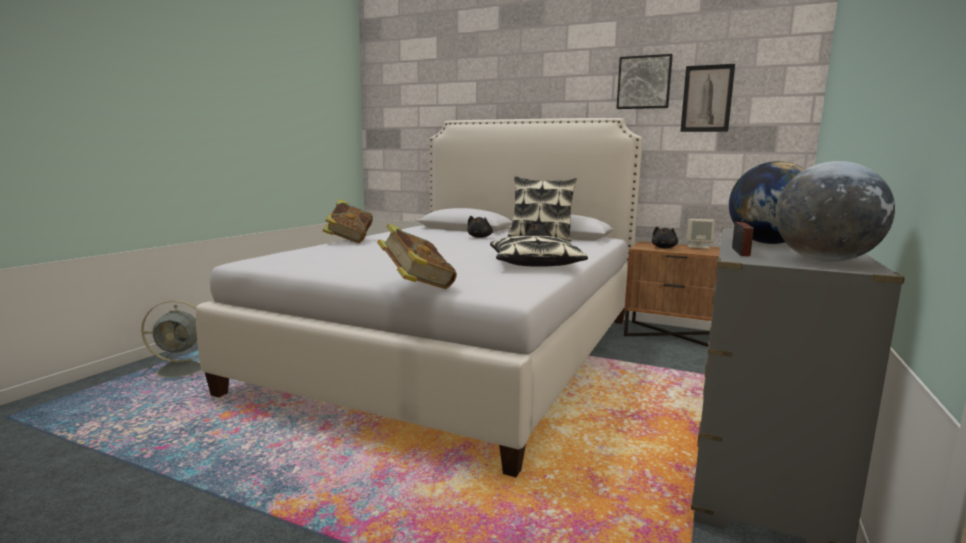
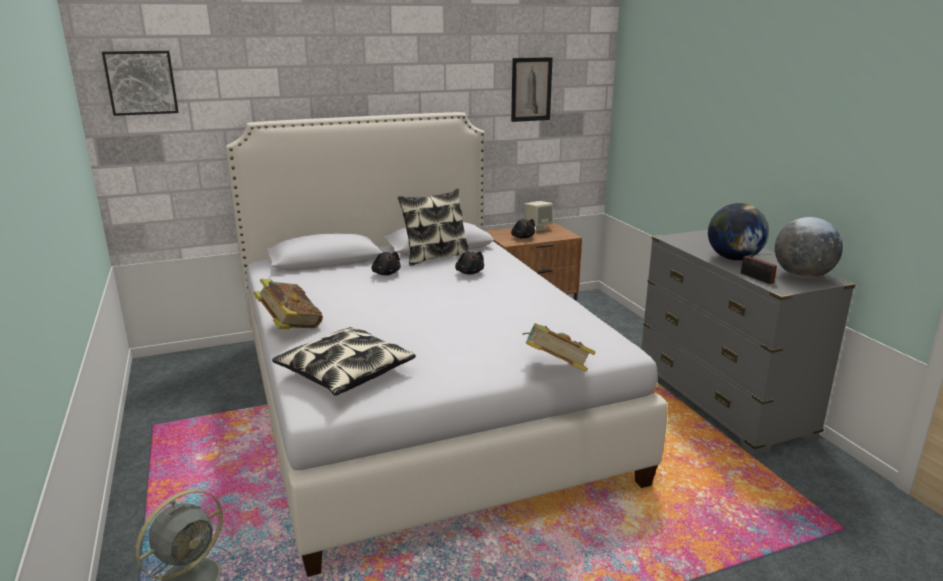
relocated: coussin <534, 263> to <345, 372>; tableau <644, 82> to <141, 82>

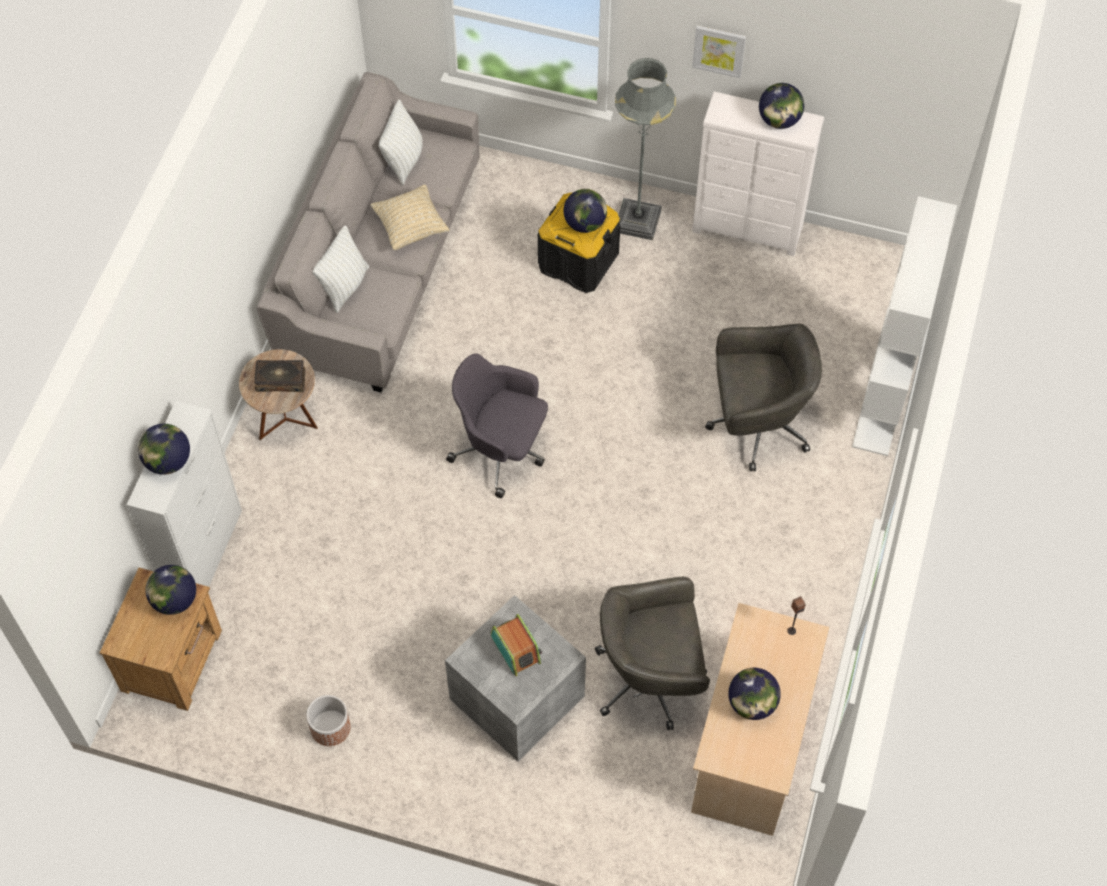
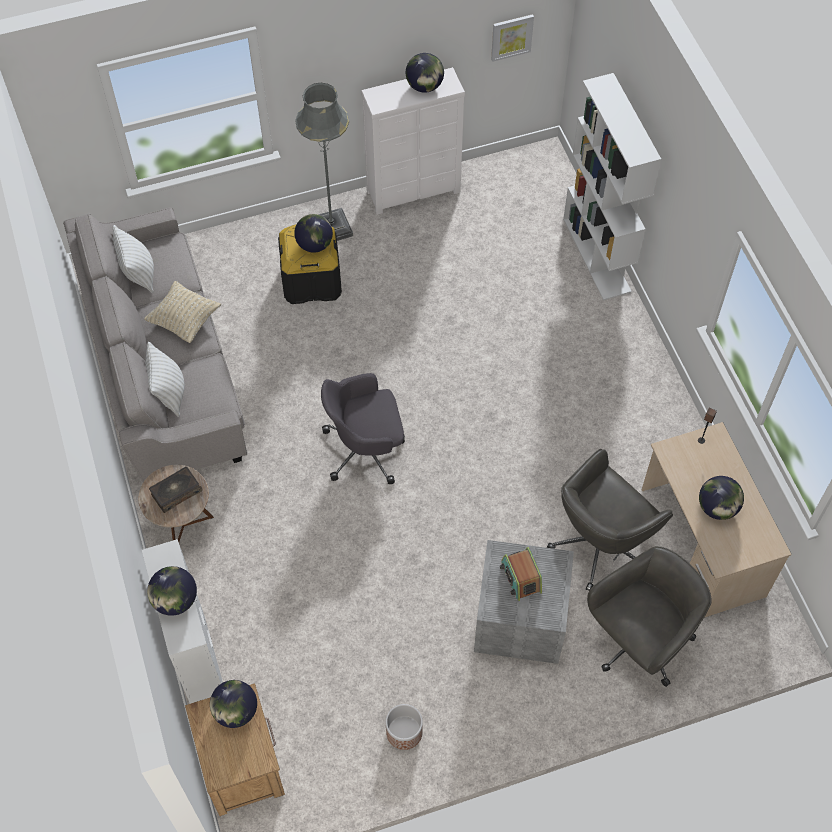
relocated: tableau <719, 50> to <511, 37>; chaise de bureau (gris) <756, 425> to <639, 641>
spun: radio <516, 649> = <520, 577> 135 degrees counterclockwise

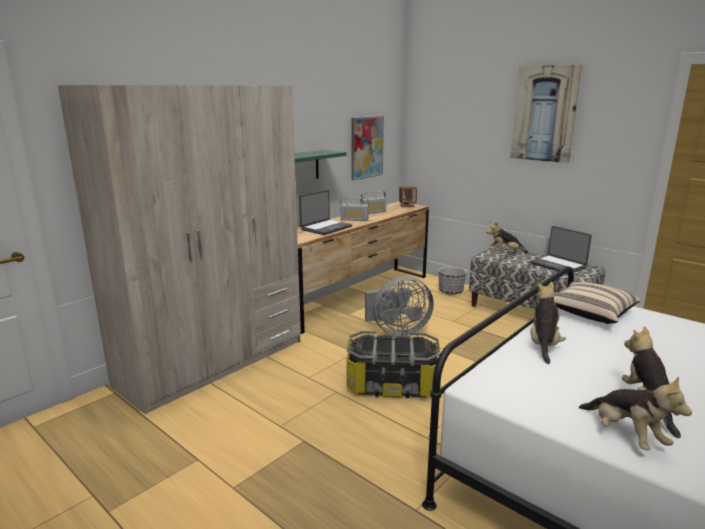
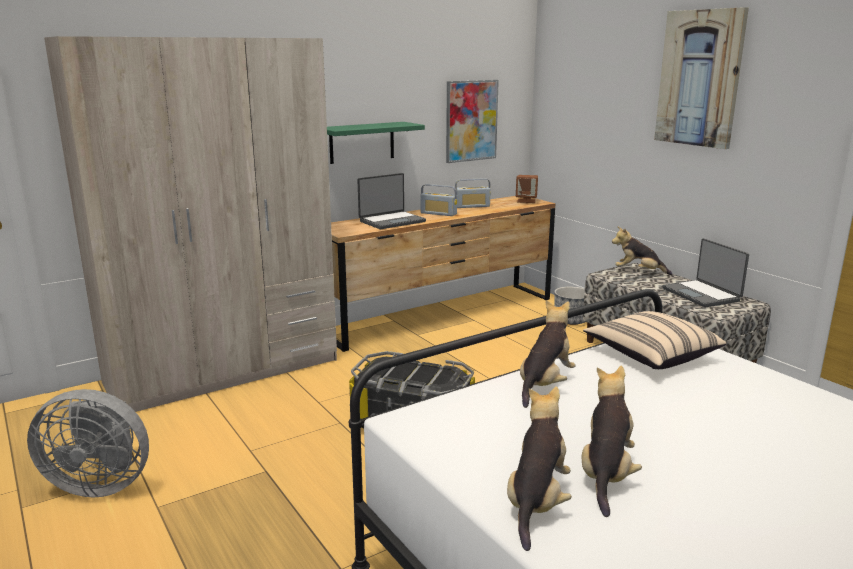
relocated: ventilateur (gris) <397, 331> to <100, 484>
spun: peluche <625, 435> = <537, 502> 150 degrees counterclockwise

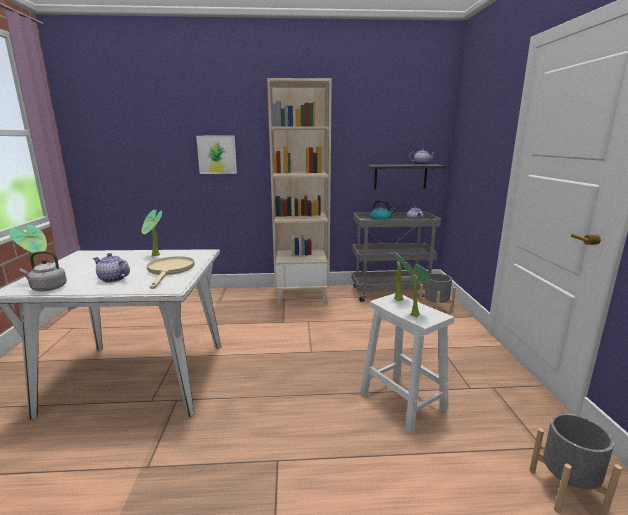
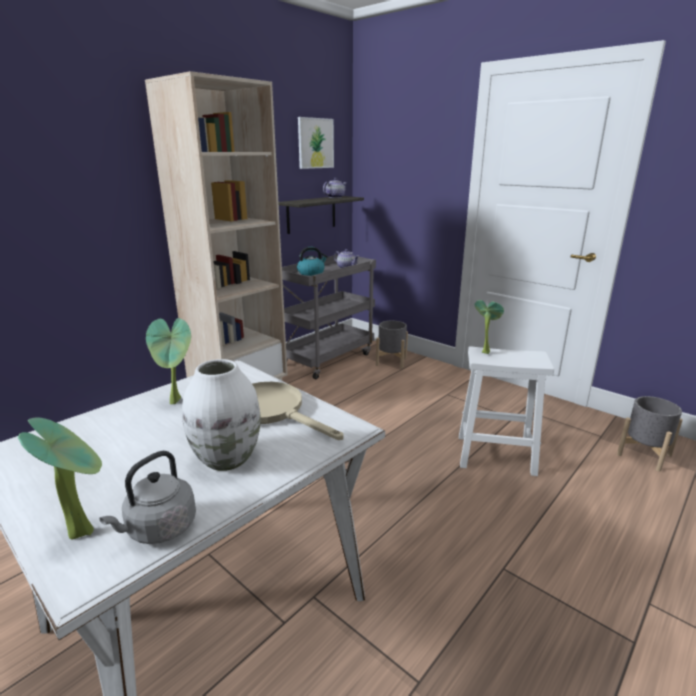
missing: plante en pot <414, 314>
relocated: tableau <217, 154> to <315, 143>
exchanged: théière <112, 279> to vase (blanc) <227, 459>

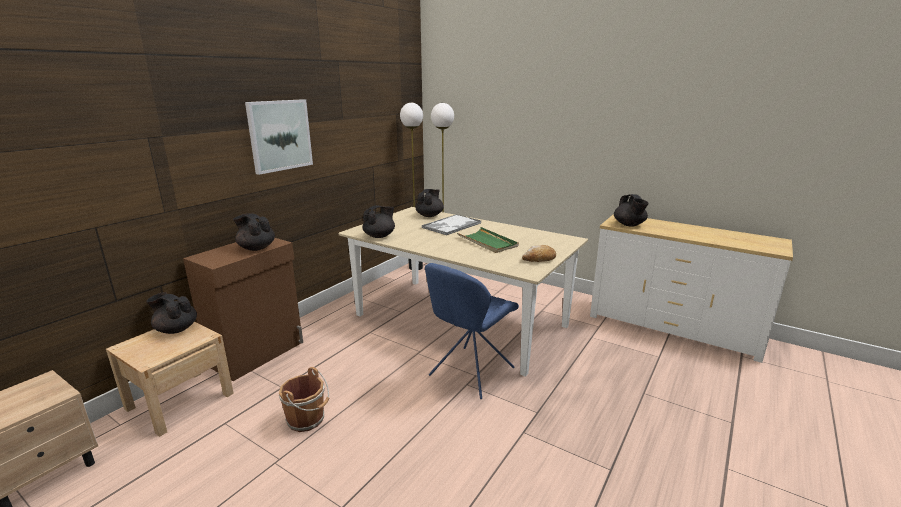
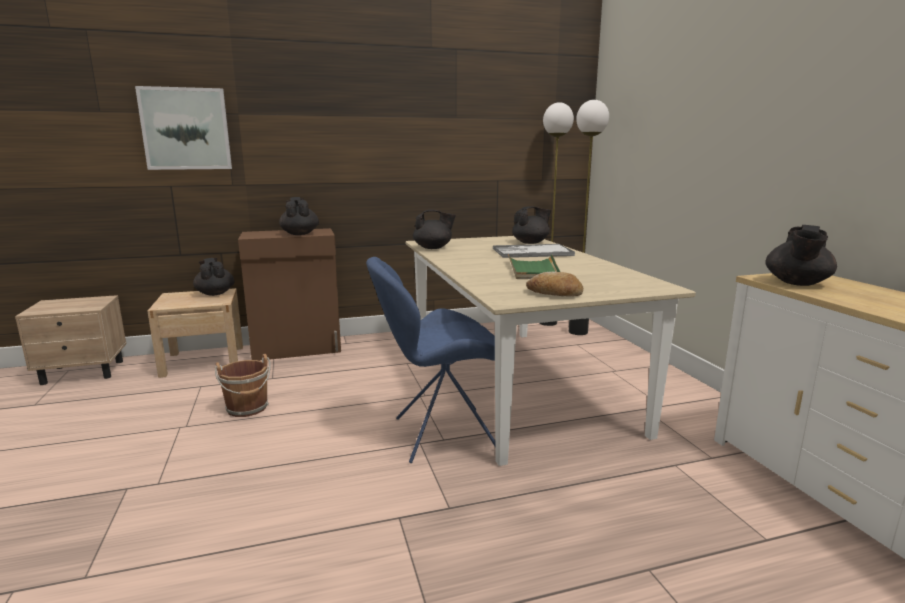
relocated: tableau <279, 135> to <186, 129>

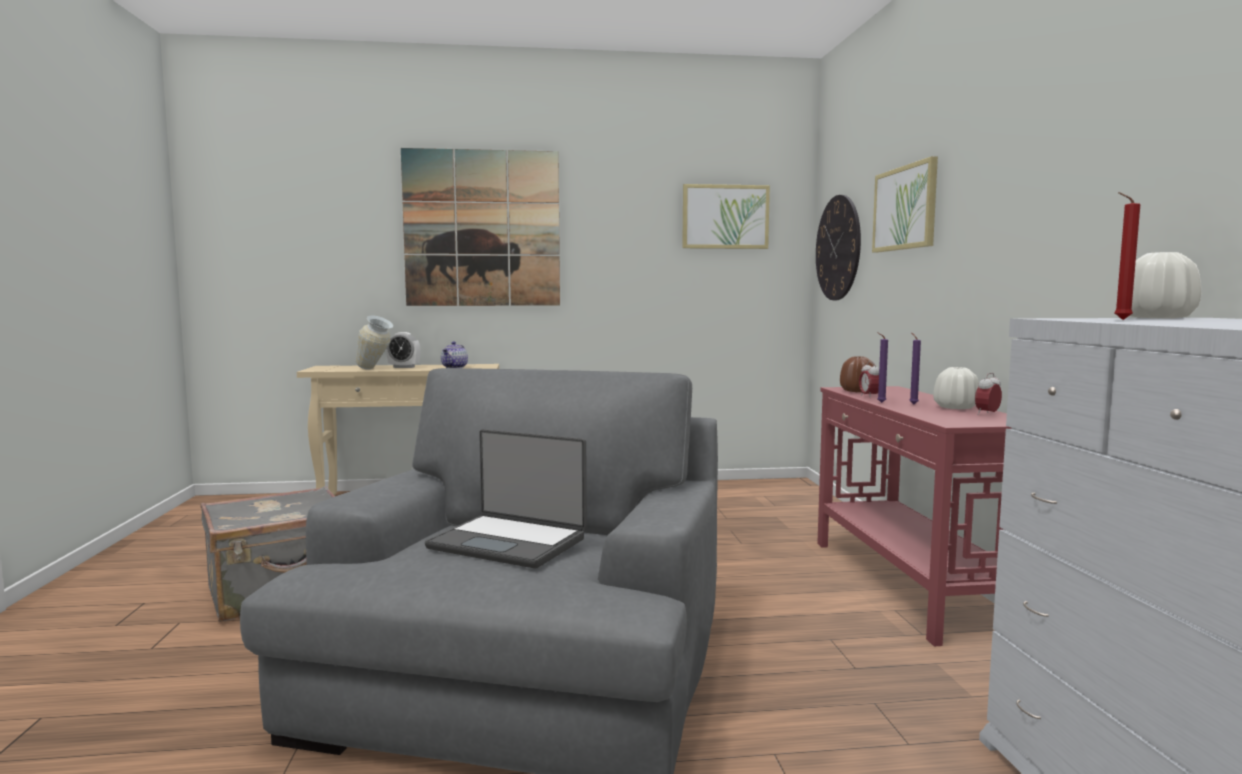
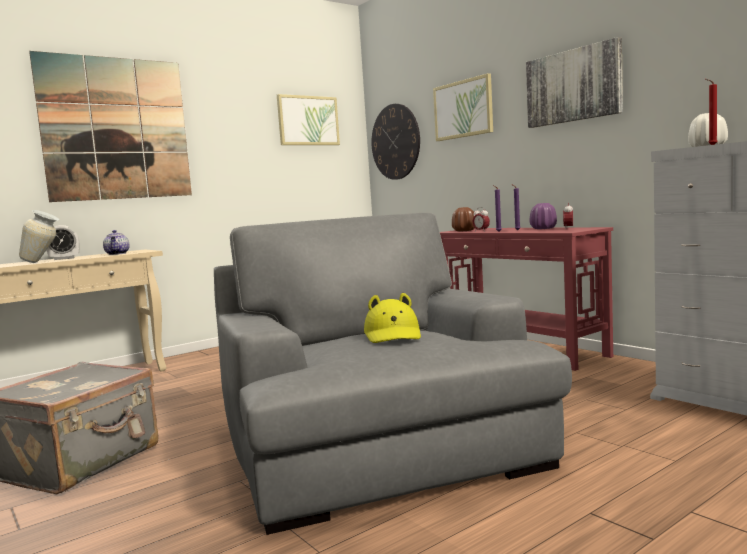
appeared: tableau <573, 86>
exchanged: ordinateur portable <509, 542> to chapeau (jaune) <393, 335>
colour: vase (blanc) <955, 408> to vase (violet) <543, 228>

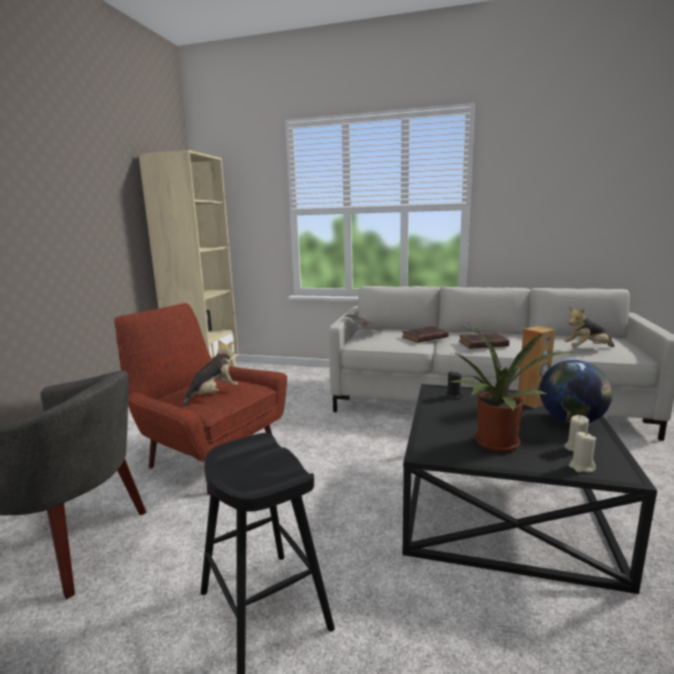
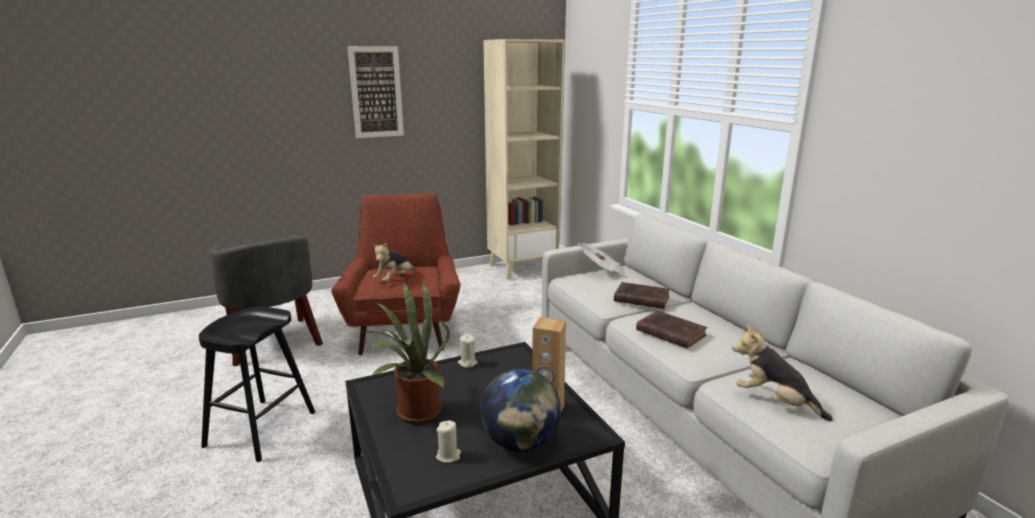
missing: bougie (noir) <453, 396>
appeared: tableau <376, 92>
relocated: bougie (beige) <581, 467> to <467, 363>
spun: peluche <213, 395> = <394, 279> 120 degrees clockwise

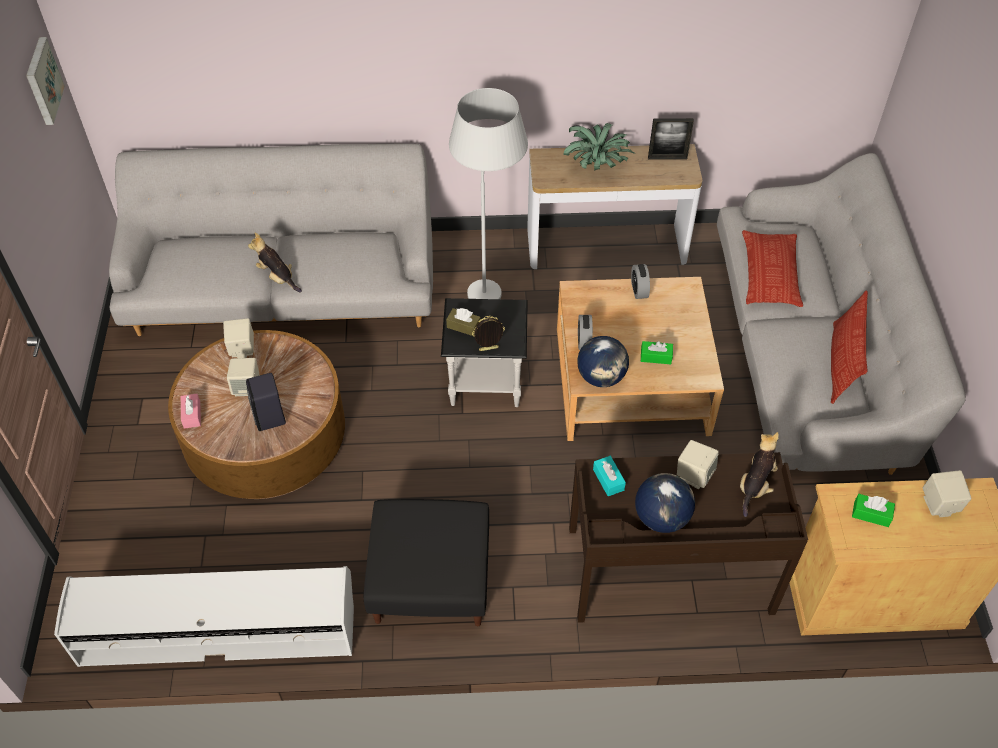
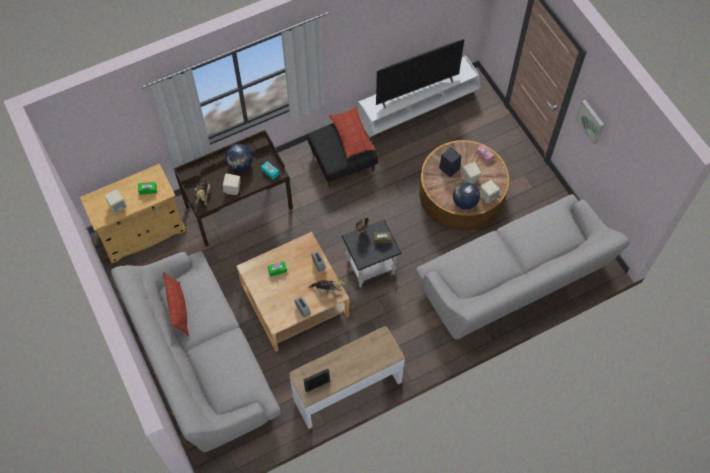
missing: lampadaire (blanc) <489, 281>; plante en pot <596, 166>
appeared: téléviseur <416, 91>
relocated: tableau <42, 81> to <591, 121>; peluche <277, 277> to <327, 291>; globe <601, 377> to <464, 202>; coussin <770, 274> to <352, 135>

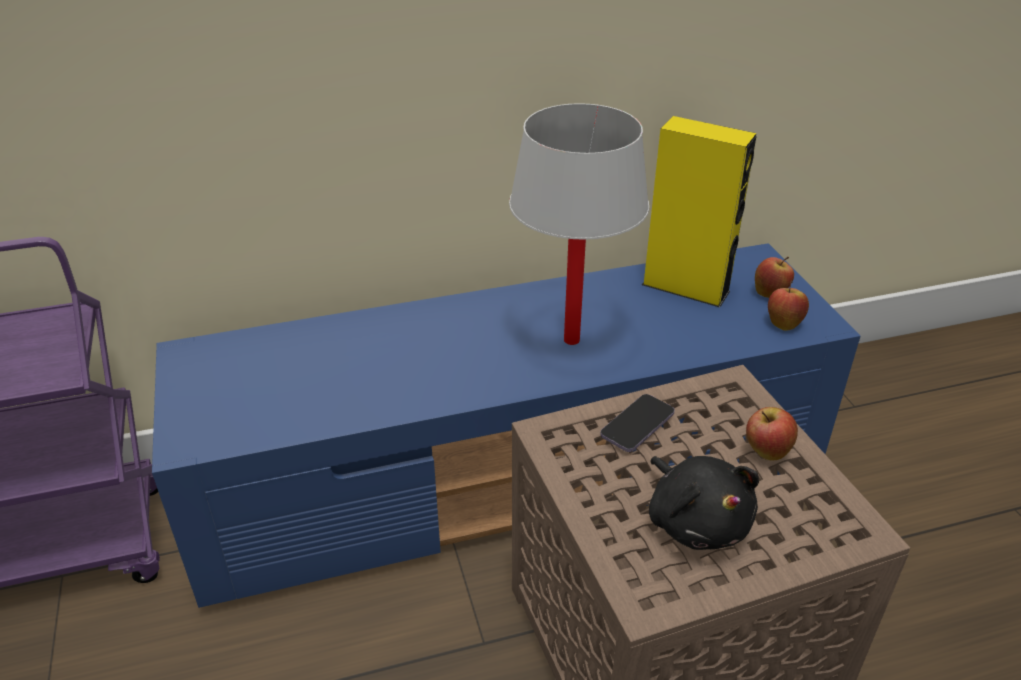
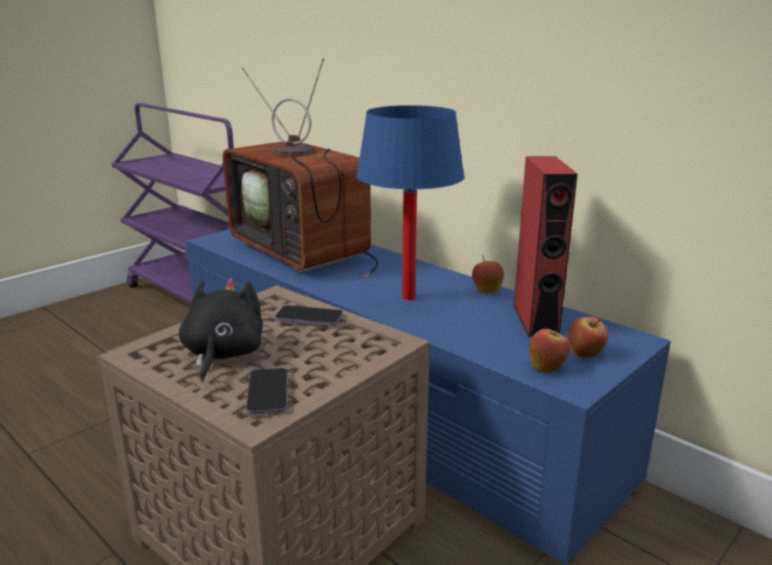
appeared: téléviseur <305, 252>; téléphone <268, 393>
relocated: pomme <766, 452> to <486, 291>
colour: lampe de table (blanc) <571, 340> to lampe de table (bleu) <408, 297>; enceinte (jaune) <685, 288> to enceinte (rouge) <535, 320>
spun: peluche (noir) <696, 521> = <222, 355> 150 degrees clockwise

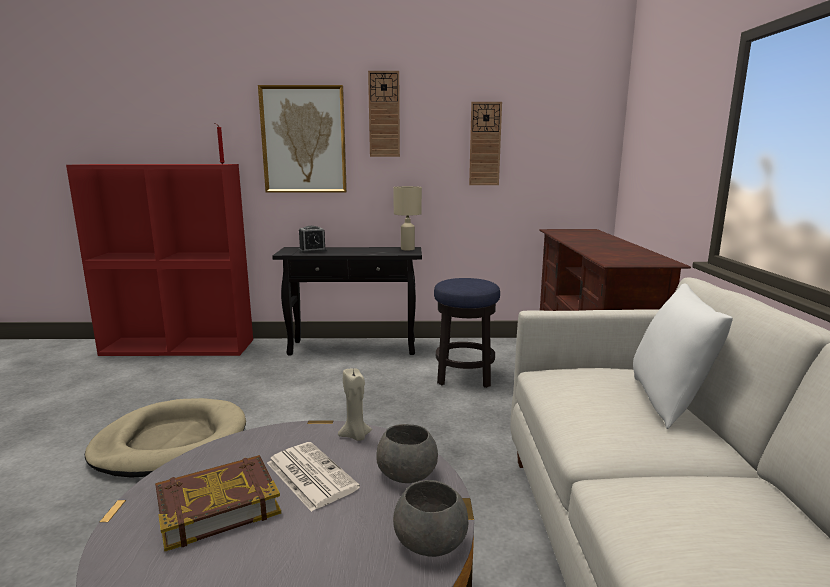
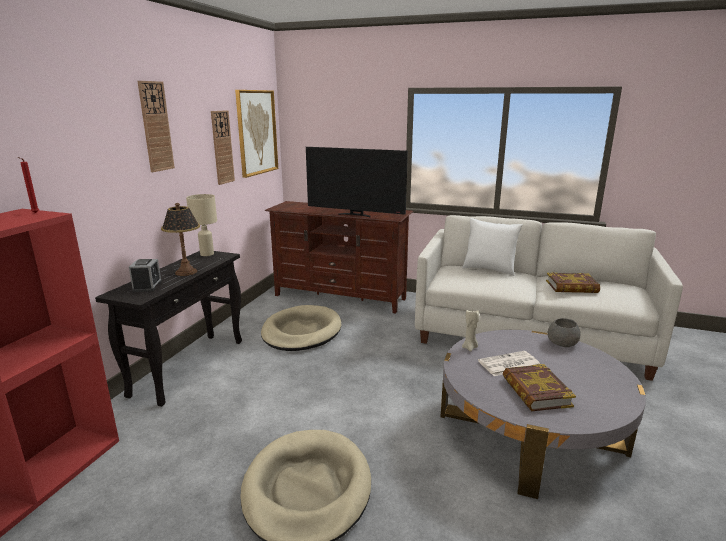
missing: bol (gris) <405, 473>
appeared: lampe de table <186, 272>; téléviseur <355, 215>; livre <571, 287>
relocated: tableau <304, 140> to <256, 132>
exchanged: tabouret <464, 376> to panier pour chien (beige) <301, 332>

